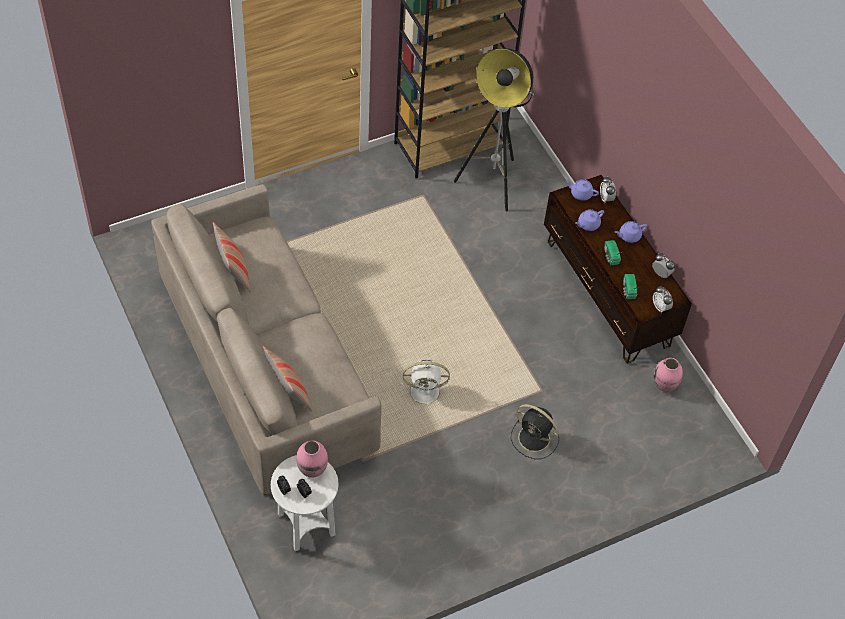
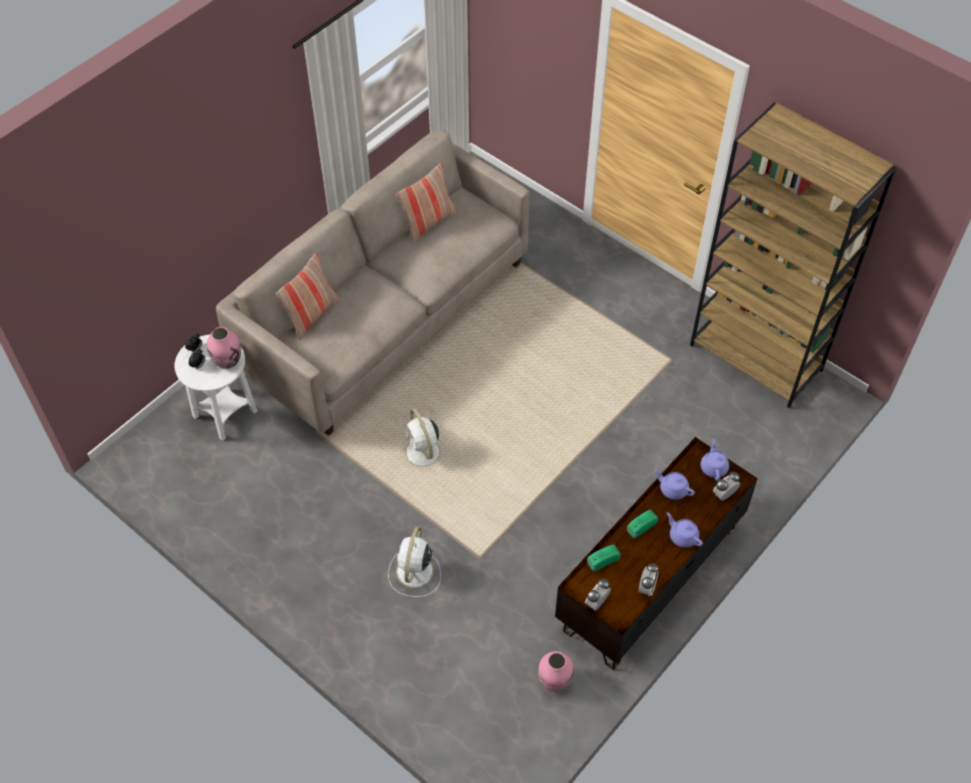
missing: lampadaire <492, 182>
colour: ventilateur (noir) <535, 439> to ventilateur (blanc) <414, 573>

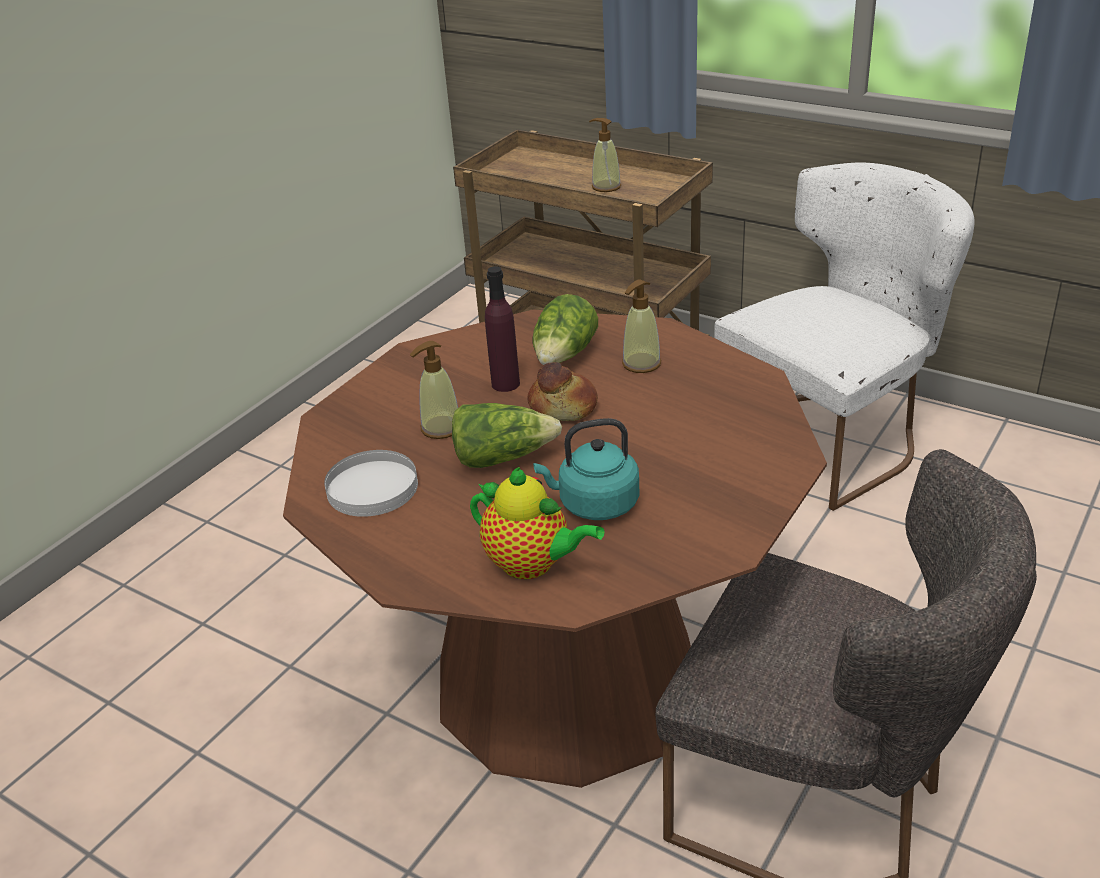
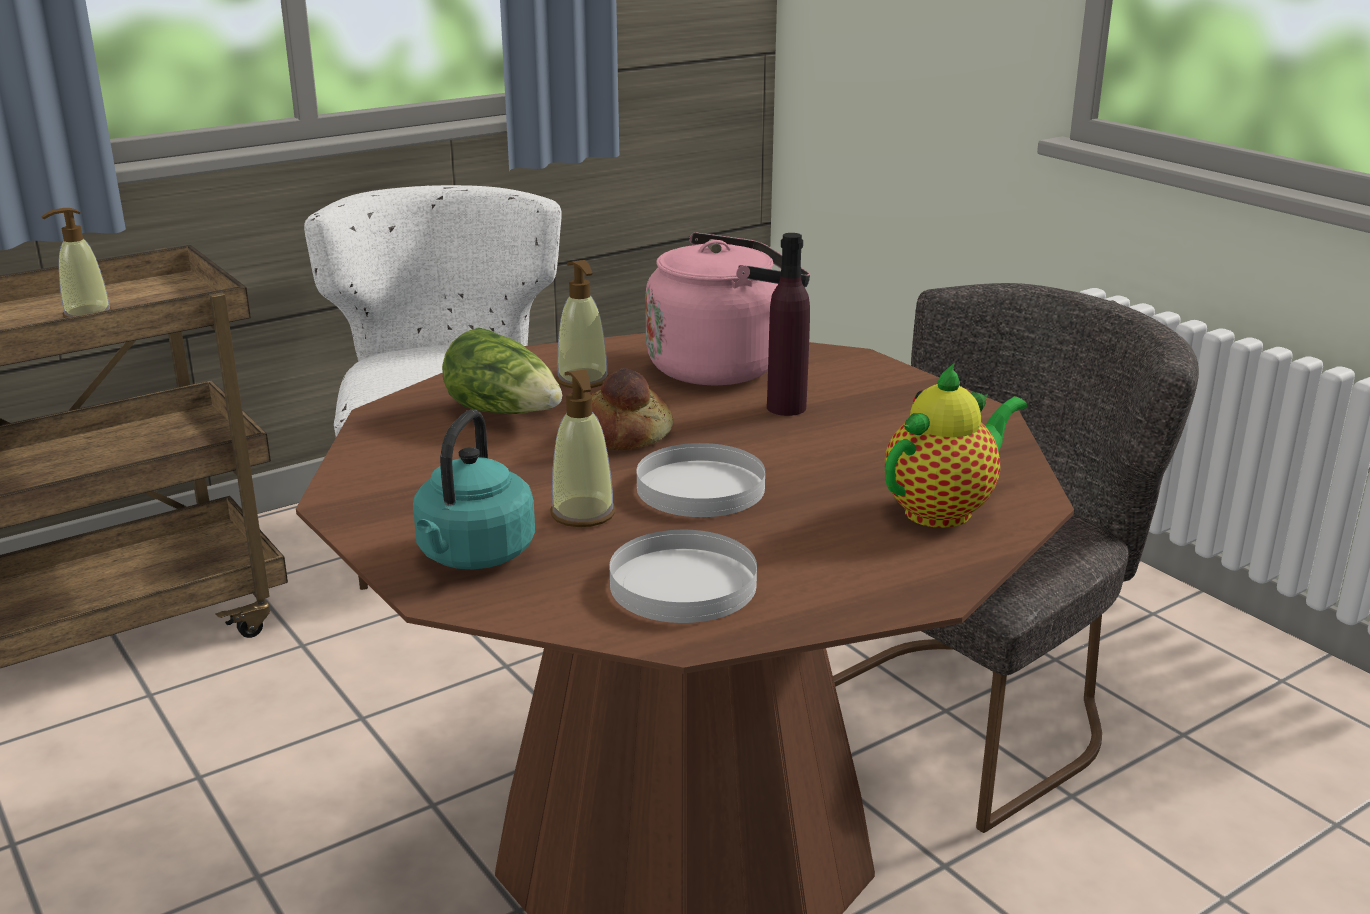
appeared: bouilloire (rose) <722, 367>
relocated: bouteille (violet) <505, 384> to <786, 407>; bouilloire (turquoise) <594, 504> to <473, 556>
exchanged: laitue <502, 457> to assiette (blanc) <699, 488>

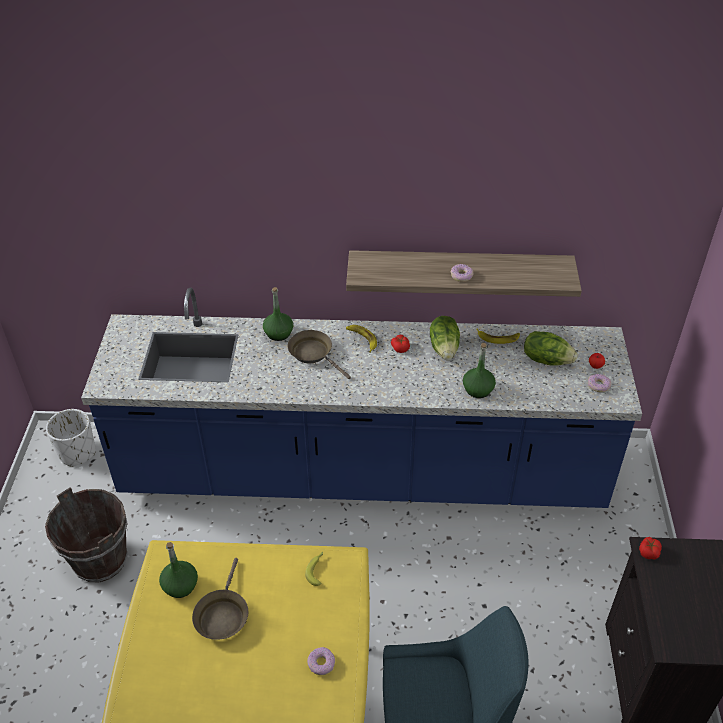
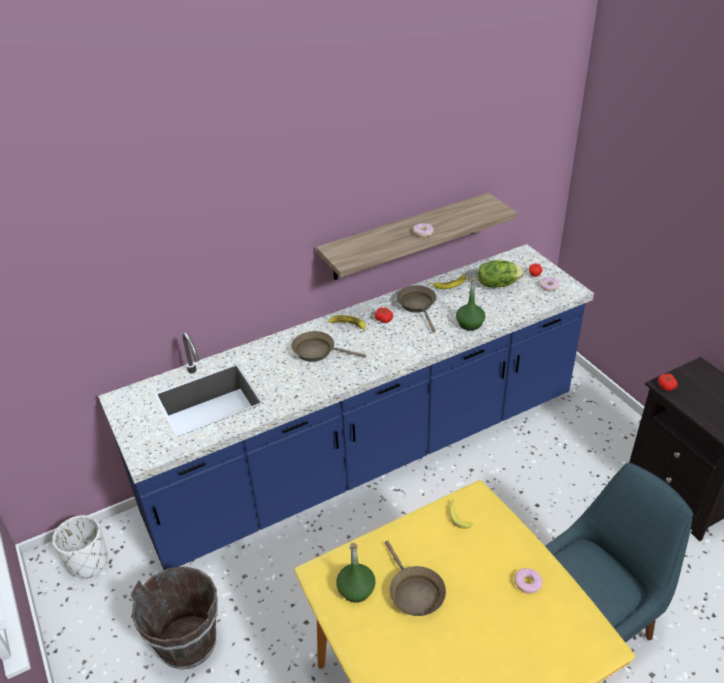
missing: bouteille (vert) <278, 333>
exchanged: laitue <445, 348> to poêle (marron) <418, 306>

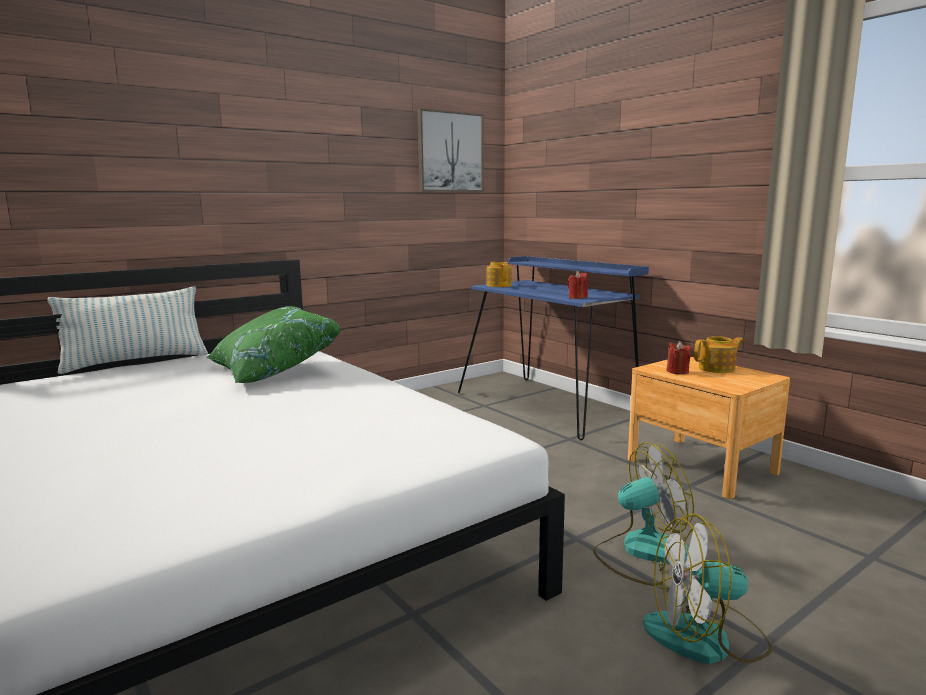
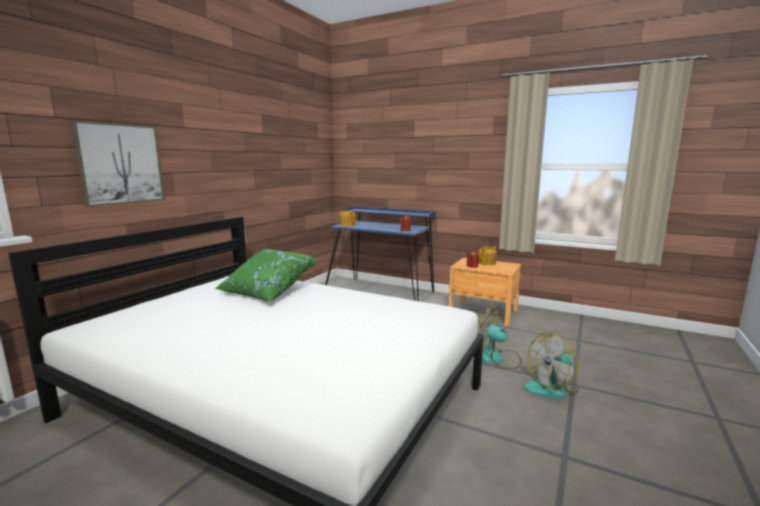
missing: coussin <136, 362>
relocated: tableau <450, 152> to <120, 164>
spun: ventilateur <641, 552> = <495, 358> 105 degrees counterclockwise

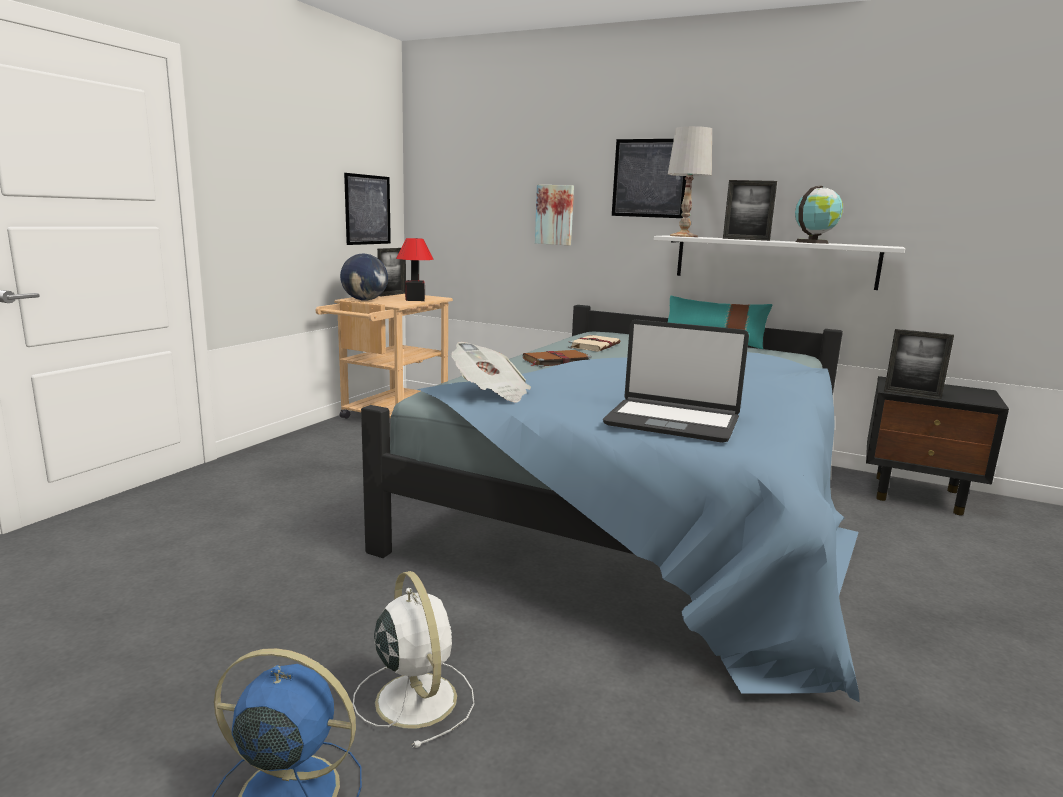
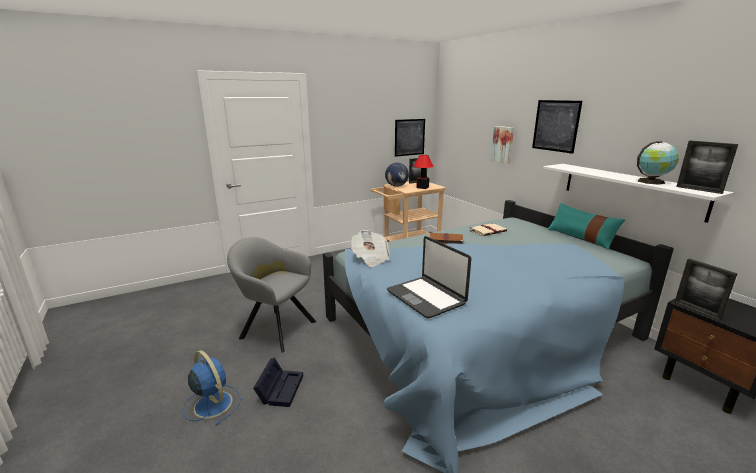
missing: lampe de table (blanc) <684, 236>
appeared: fauteuil (gris) <275, 328>
relocated: cadre photo <746, 239> to <698, 190>
exchanged: ventilateur (blanc) <415, 697> to boîte de rangement (noir) <280, 388>

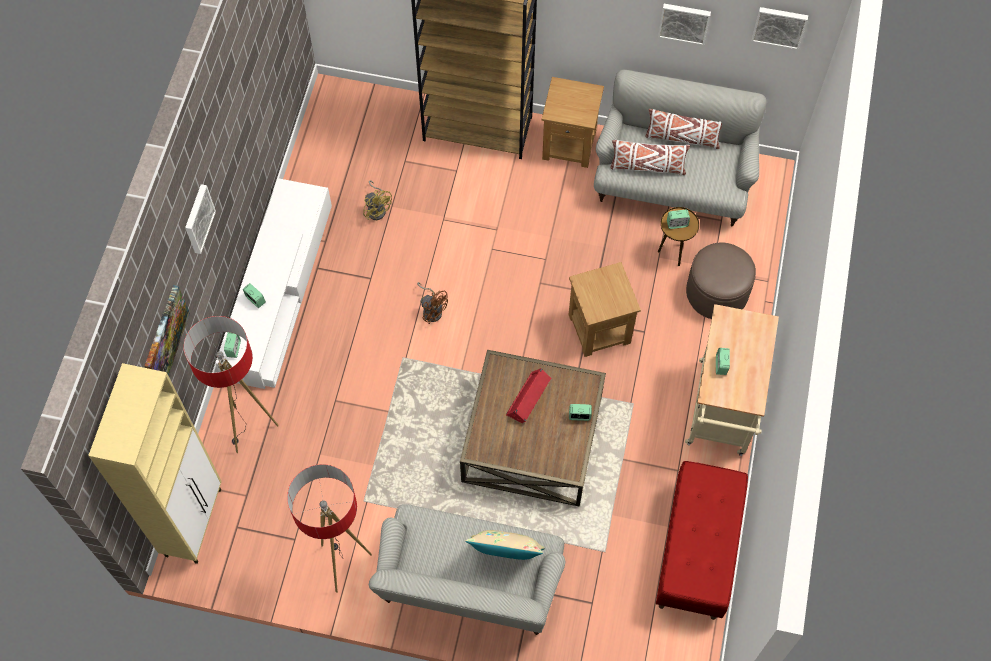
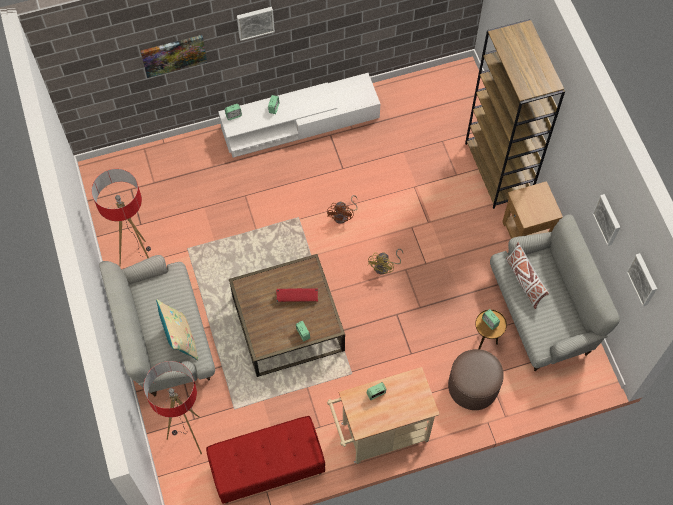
missing: meuble de rangement (beige) <194, 521>; table d'appoint (marron) <599, 328>; coussin (blanc) <682, 138>
relocated: lampadaire <249, 428> to <189, 436>; ventilateur (jaune) <377, 209> to <385, 267>

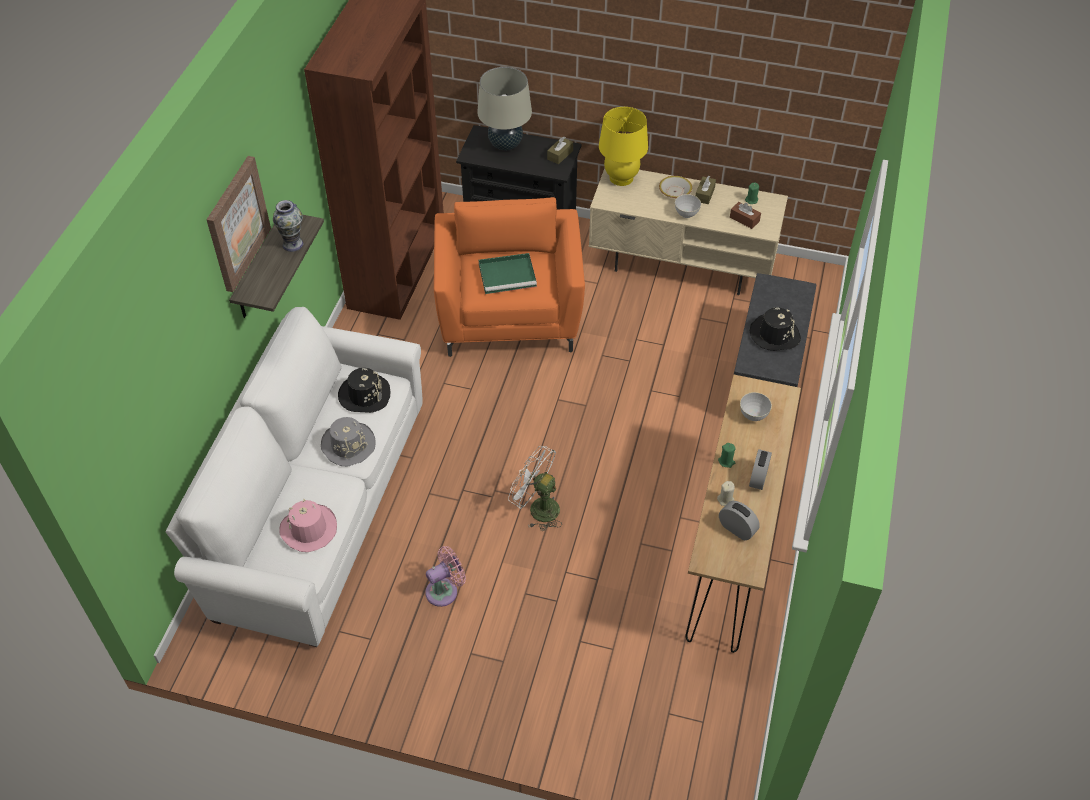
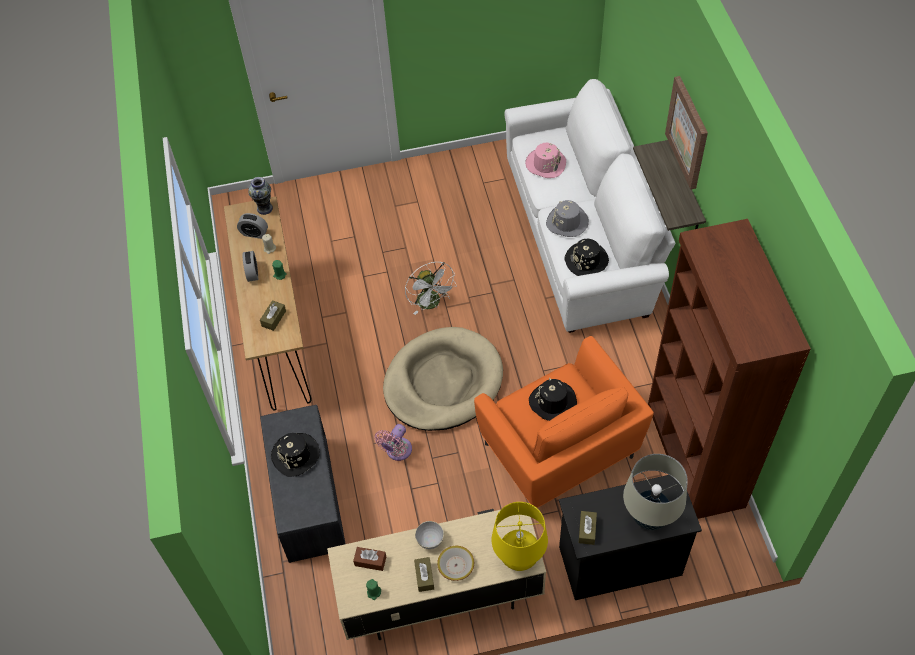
appeared: panier pour chien (beige) <443, 382>
relocated: vase <292, 244> to <265, 208>; ventilateur (rose) <445, 590> to <397, 451>
exchanged: plateau (vert) <508, 275> to chapeau (noir) <552, 402>; bol (gris) <753, 415> to boîte à mouchoirs (marron) <274, 318>
spun: ventilateur (blanc) <537, 508> = <431, 304> 60 degrees clockwise

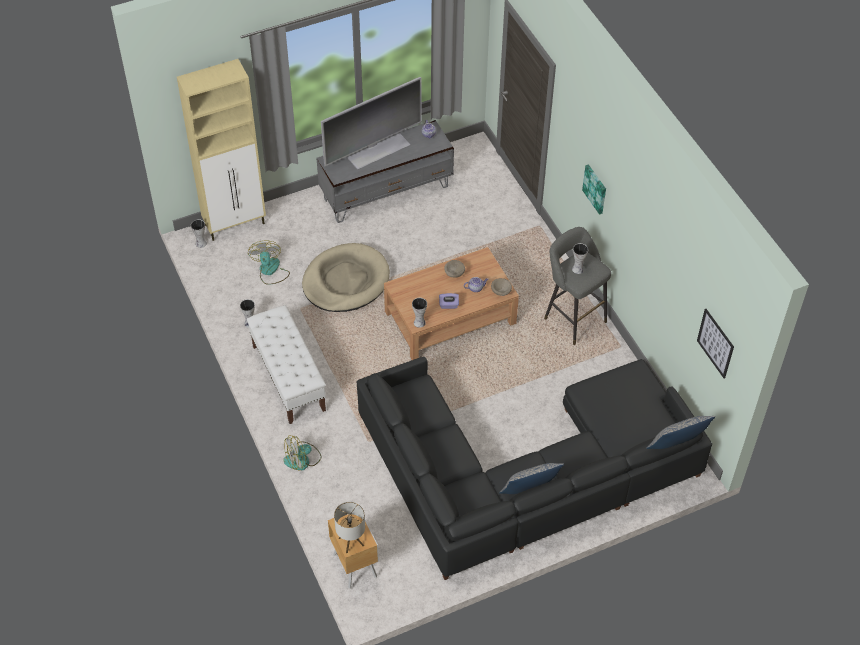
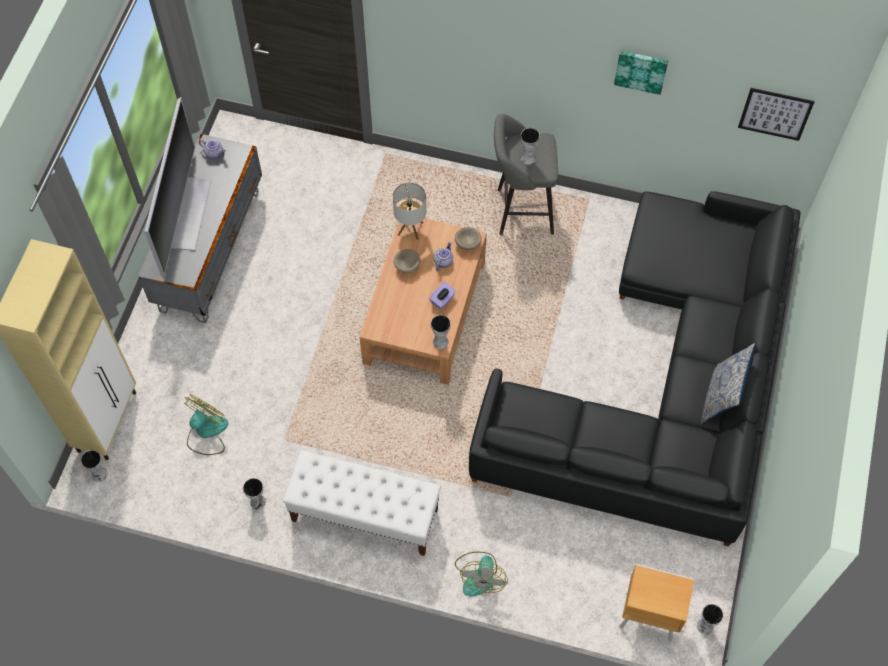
missing: panier pour chien (beige) <346, 281>; coussin <676, 447>
appeared: vase <704, 626>
relocated: lampe de table <351, 541> to <410, 228>; tableau <595, 188> to <641, 70>
spun: ventilateur <270, 271> = <206, 432> 90 degrees clockwise

